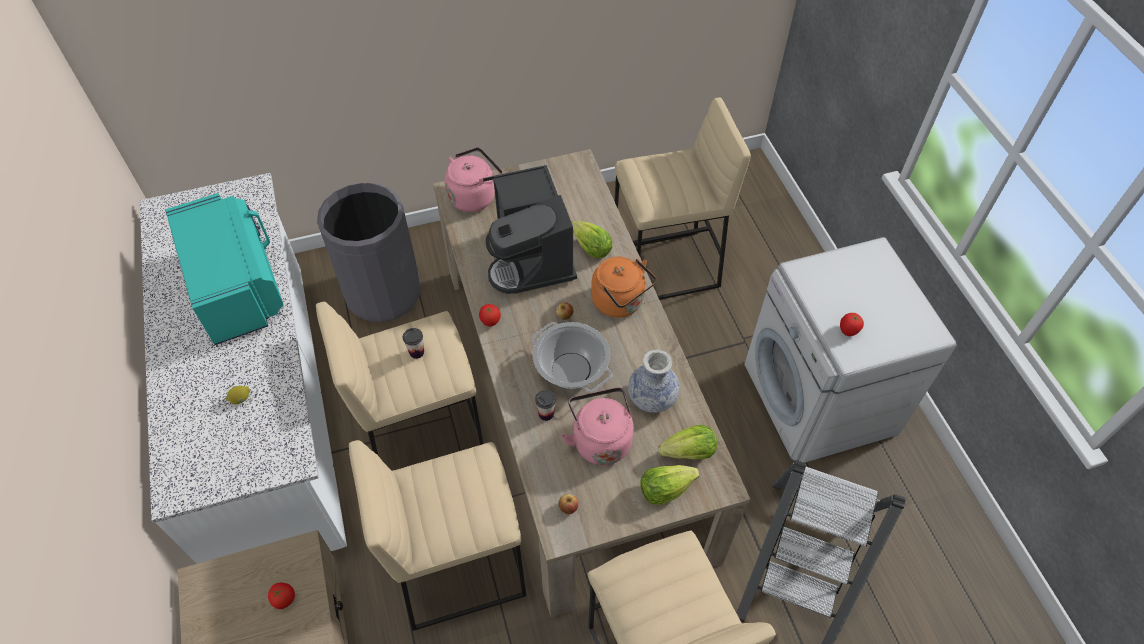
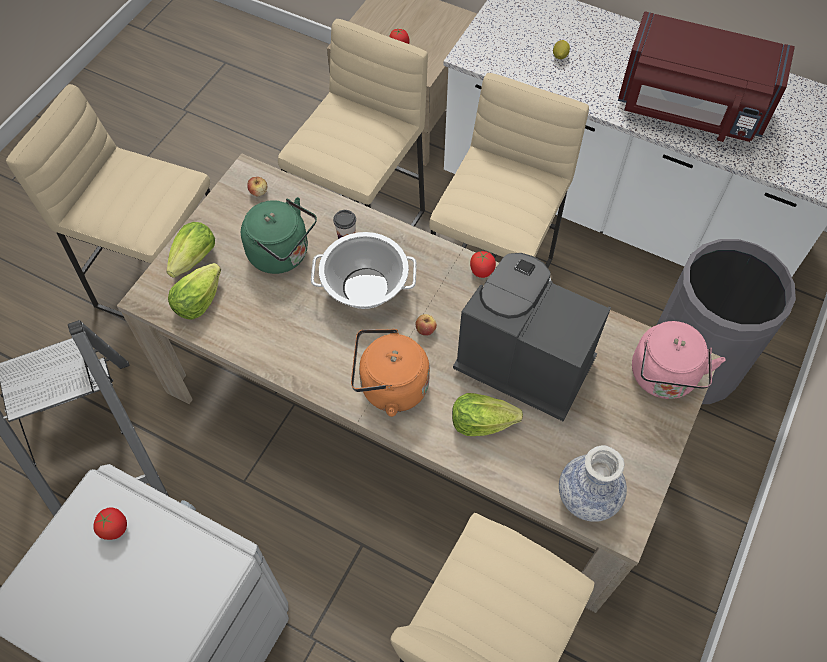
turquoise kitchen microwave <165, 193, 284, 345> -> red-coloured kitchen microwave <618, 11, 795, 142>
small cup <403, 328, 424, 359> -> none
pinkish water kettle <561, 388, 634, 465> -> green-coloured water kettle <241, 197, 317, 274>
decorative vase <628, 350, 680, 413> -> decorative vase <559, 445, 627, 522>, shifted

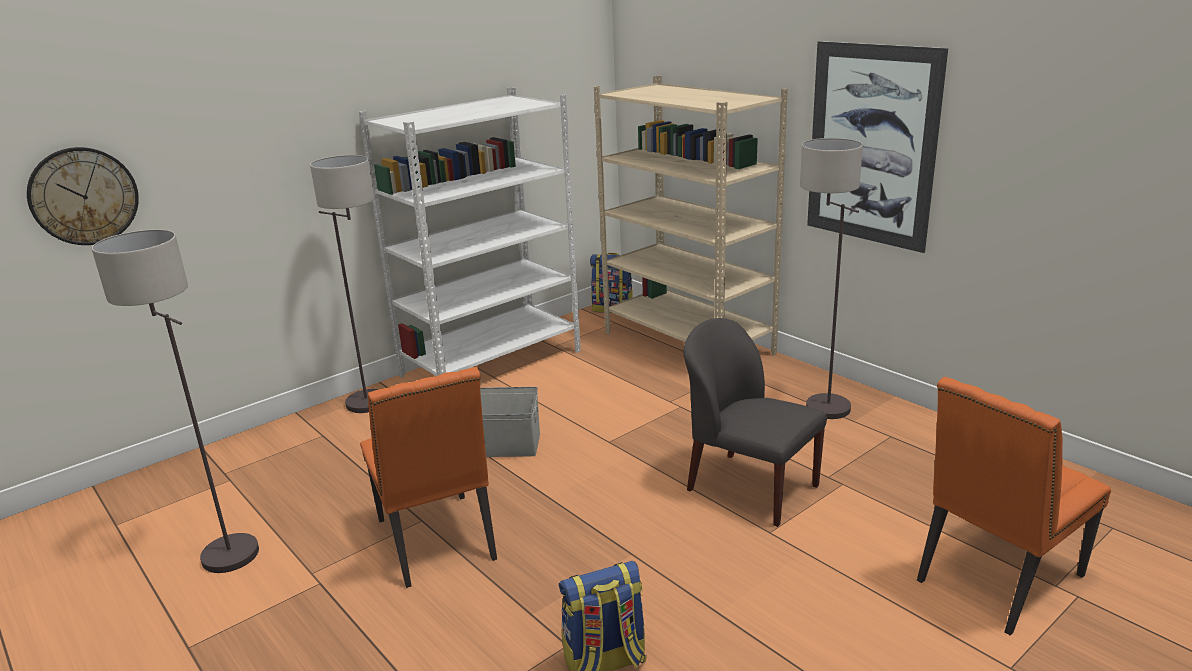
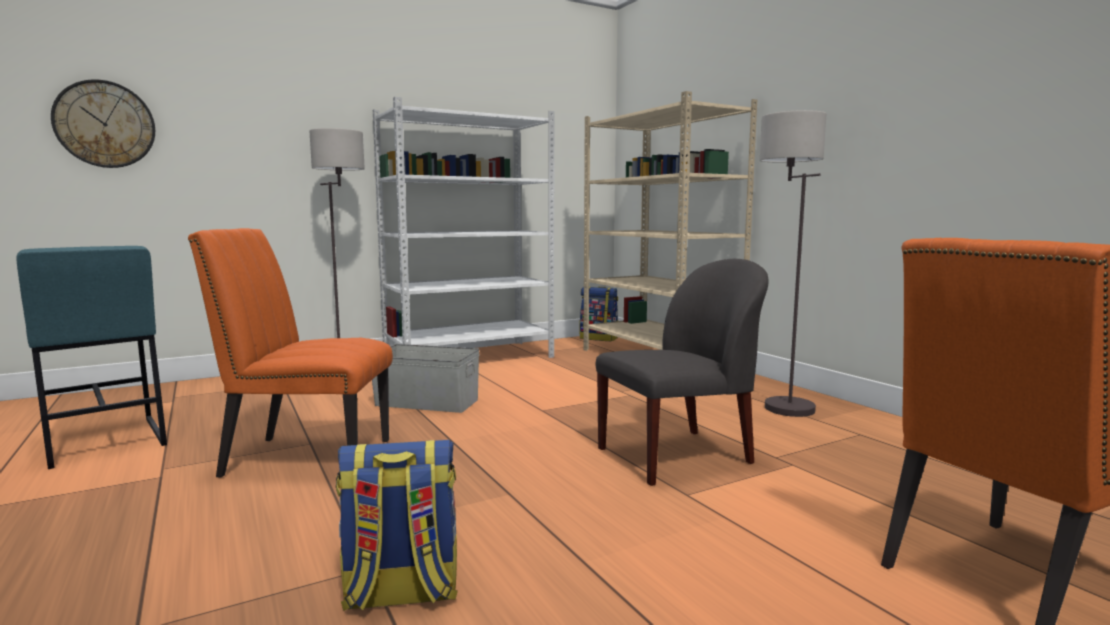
grey standing lamp <92, 229, 259, 573> -> blue stool seat <16, 246, 167, 469>
orangey plain chair <360, 367, 497, 588> -> orangey plain chair <188, 228, 393, 477>, 105 degrees clockwise
grey plain chair <684, 318, 827, 527> -> grey plain chair <596, 259, 769, 486>, 105 degrees clockwise
wall art <807, 41, 948, 253> -> none

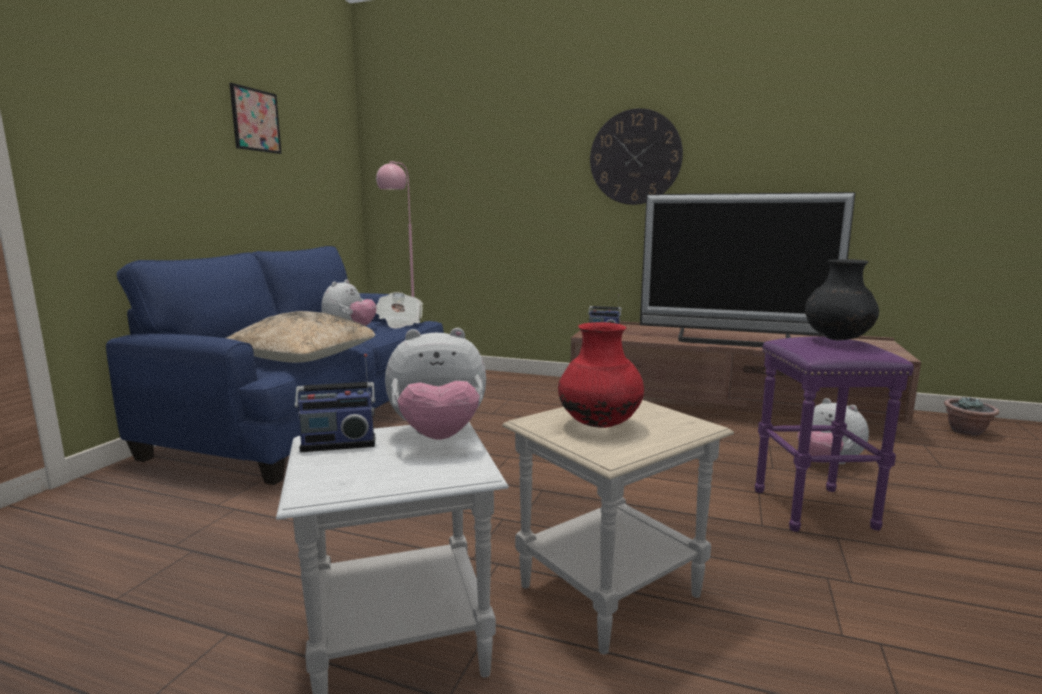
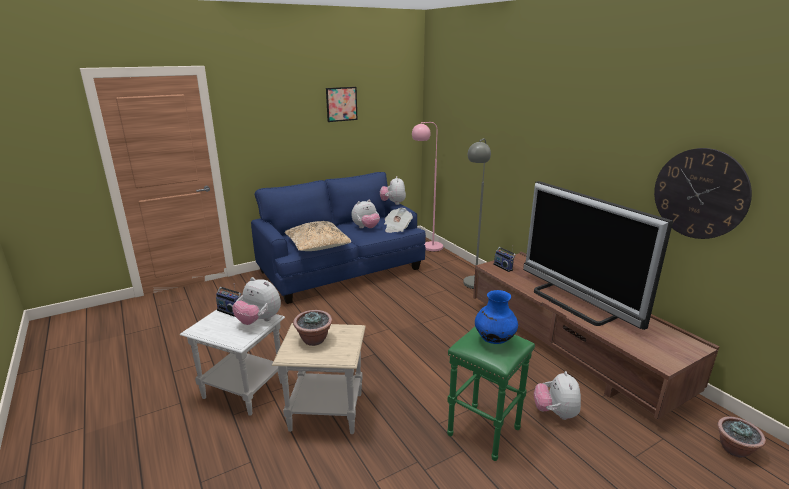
red-coloured decorative vase <558, 322, 644, 428> -> houseplant <293, 310, 332, 346>
hanging clock <590, 108, 683, 205> -> hanging clock <654, 148, 752, 239>, shifted
purple-coloured stool seat <755, 336, 914, 532> -> green-coloured stool seat <447, 327, 535, 461>
black-coloured decorative vase <805, 259, 879, 340> -> blue decorative vase <475, 290, 518, 344>
none -> plush toy <380, 176, 406, 205>
none -> grey standing lamp <463, 138, 491, 289>

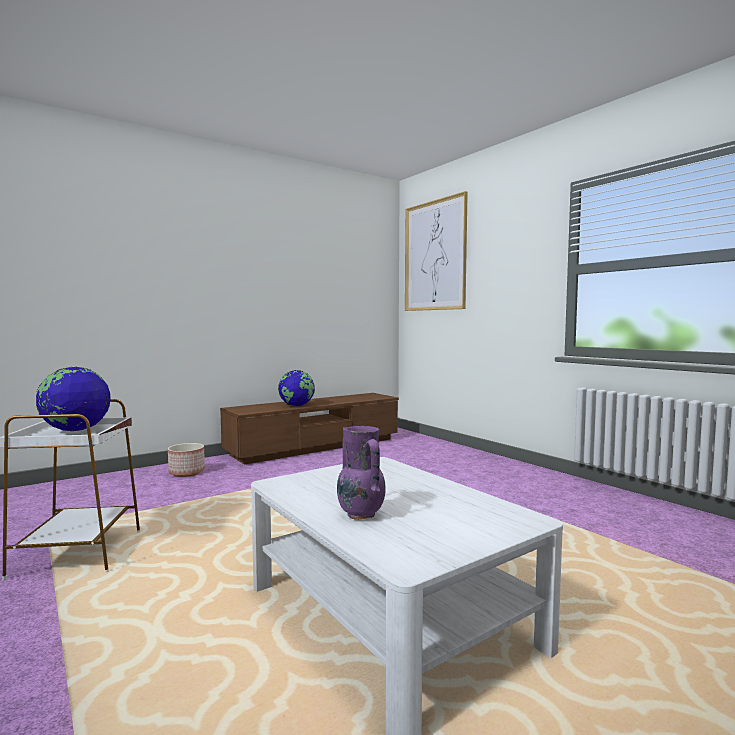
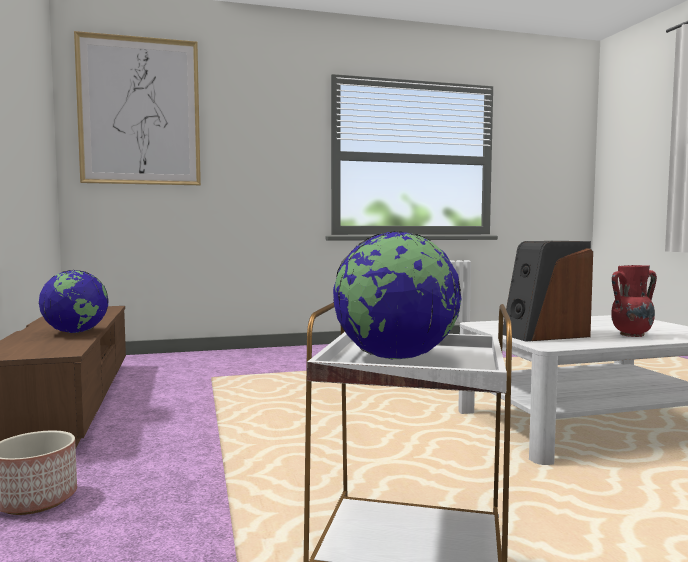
purple-coloured decorative vase <337, 426, 385, 520> -> red-coloured decorative vase <611, 265, 657, 337>
none -> audio speaker <503, 241, 593, 341>

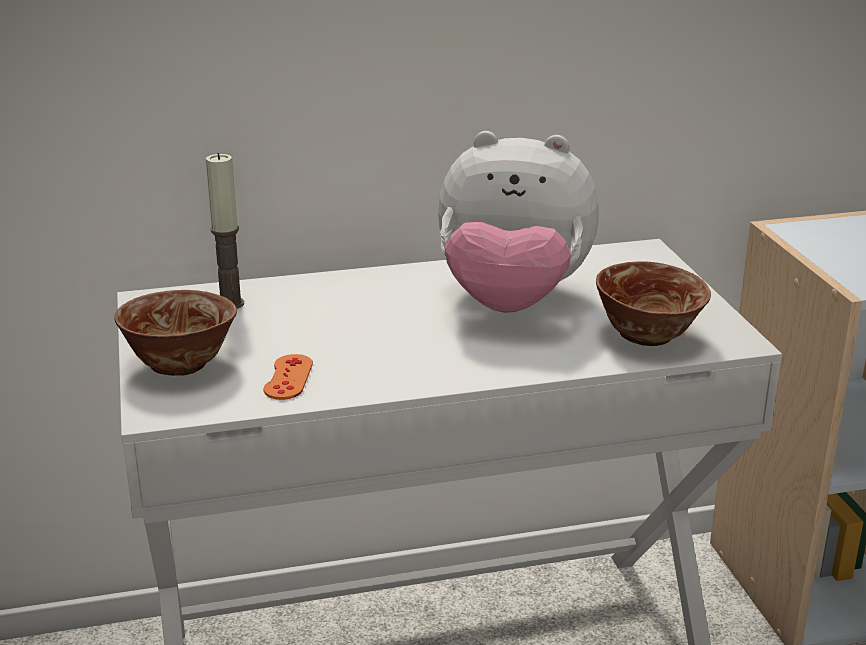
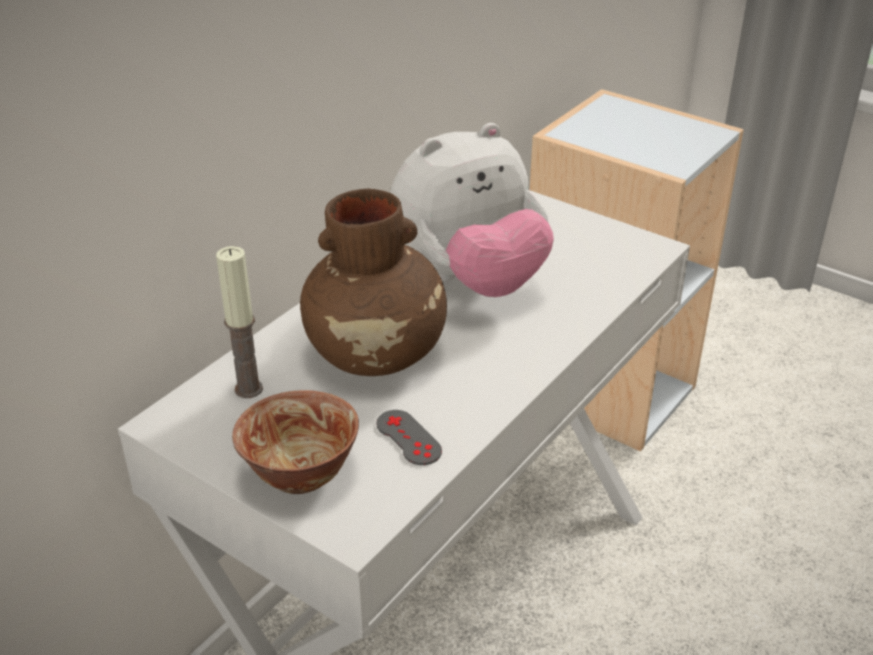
orangey gamepad <264, 354, 313, 400> -> grey gamepad <376, 410, 442, 465>
serving bowl <596, 261, 711, 346> -> none
none -> brown decorative vase <300, 188, 447, 376>

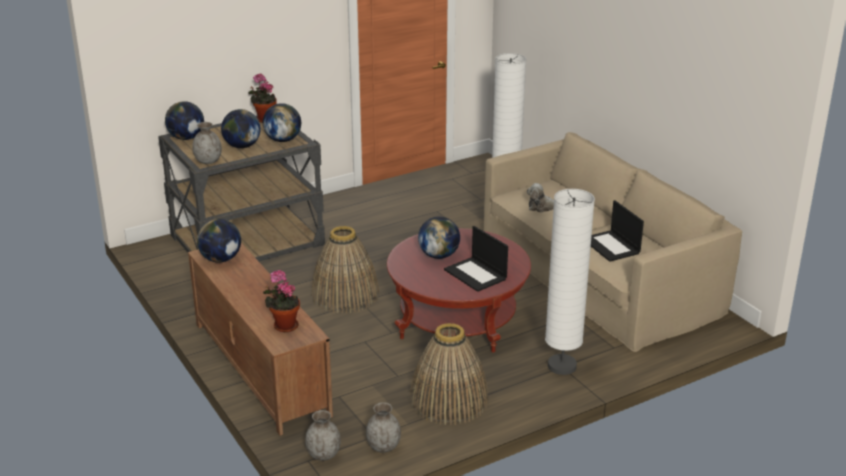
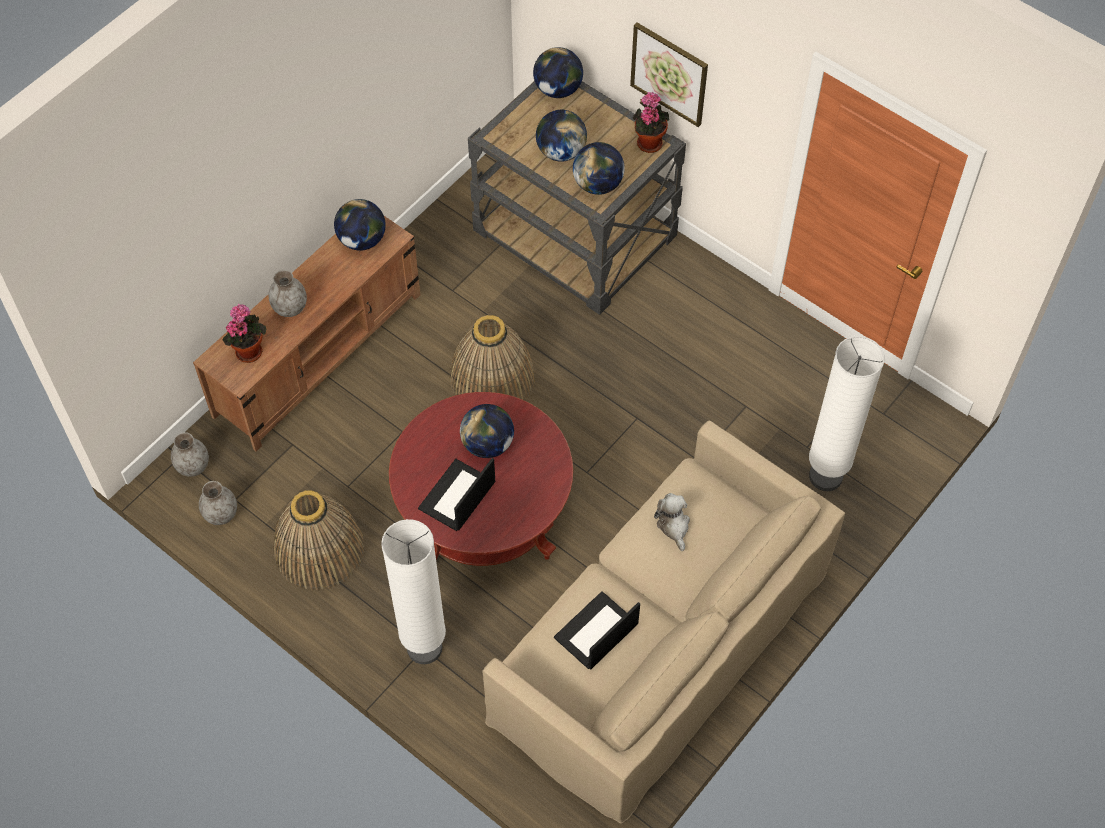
grey decorative vase <192, 122, 222, 164> -> grey decorative vase <269, 270, 307, 317>, shifted
none -> wall art <630, 22, 708, 127>

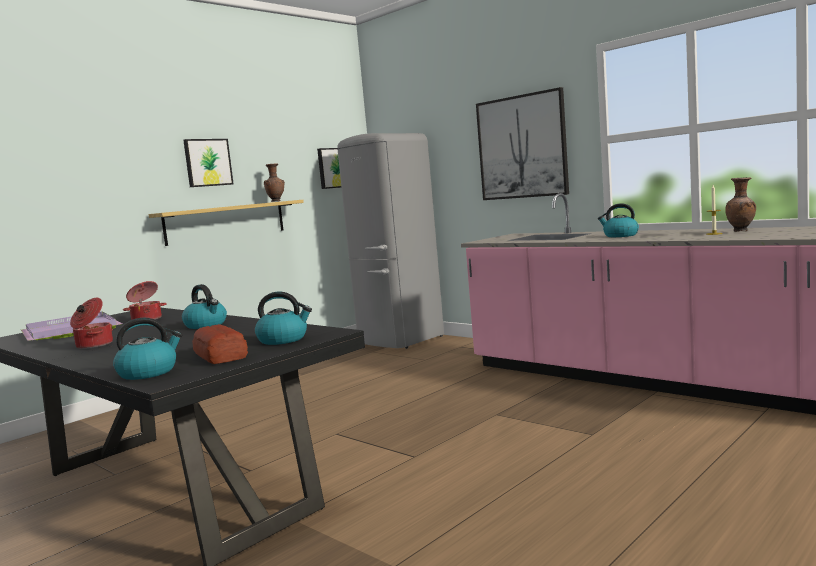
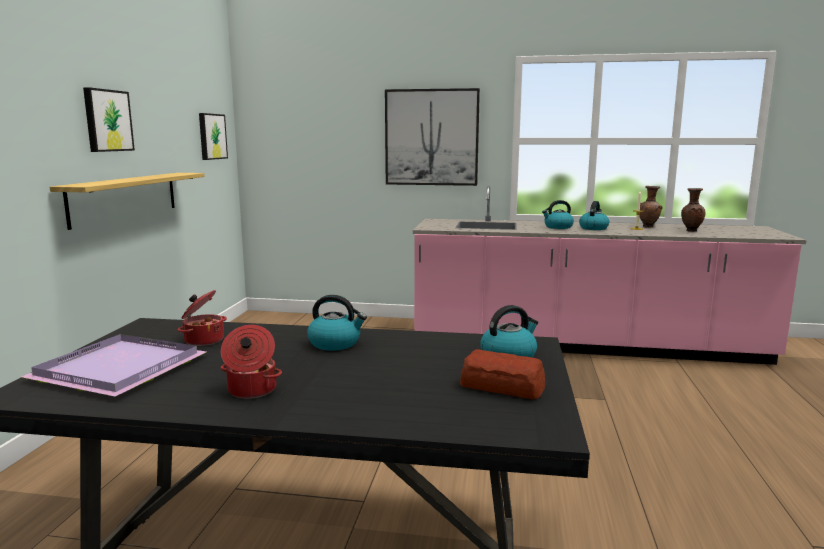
water kettle <113, 318, 182, 380> -> water kettle <579, 201, 609, 230>, shifted
brown decorative vase <264, 164, 285, 202> -> brown decorative vase <681, 188, 706, 232>, shifted
grey refrigerator <337, 133, 444, 349> -> none

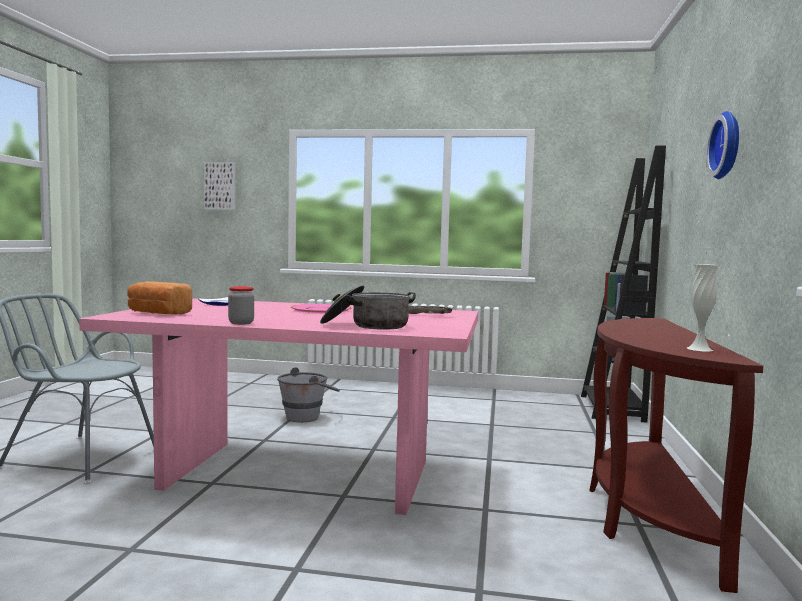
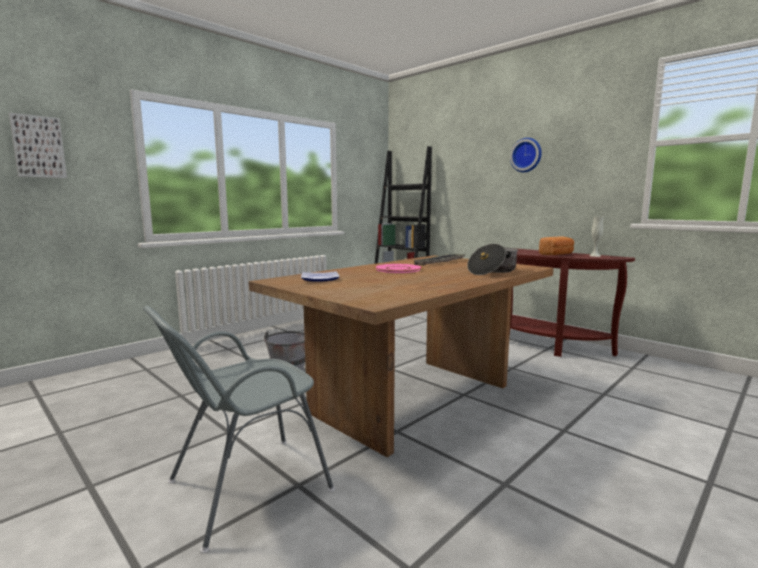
pinkish kitchen table <79, 298, 478, 515> -> brown kitchen table <249, 255, 554, 457>
bread <127, 281, 192, 315> -> bread <539, 236, 574, 255>, shifted
jar <228, 286, 254, 325> -> none

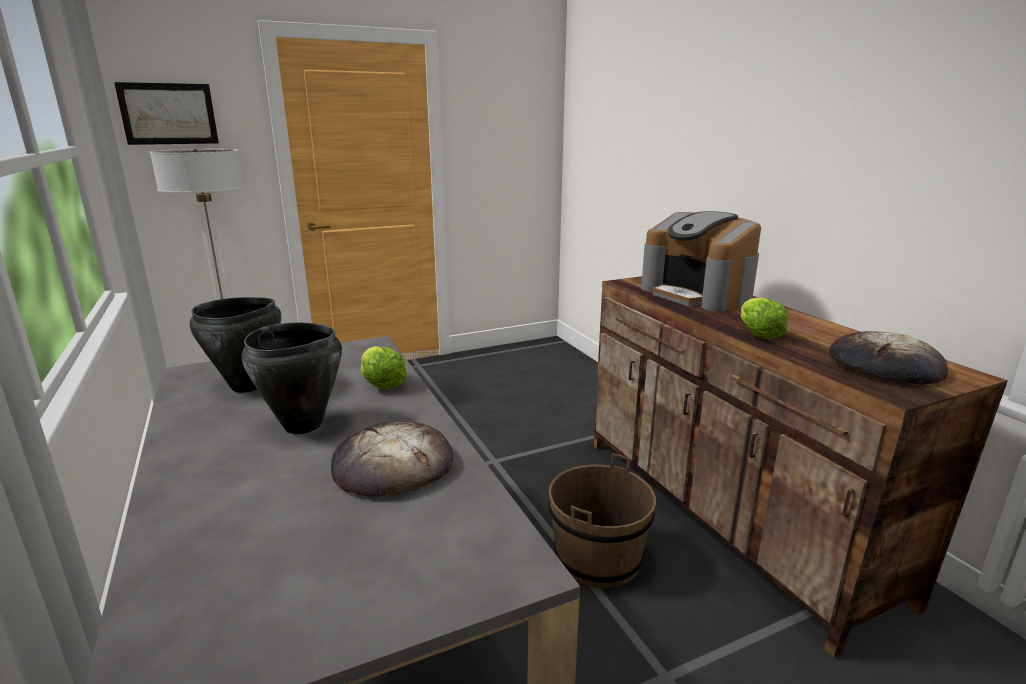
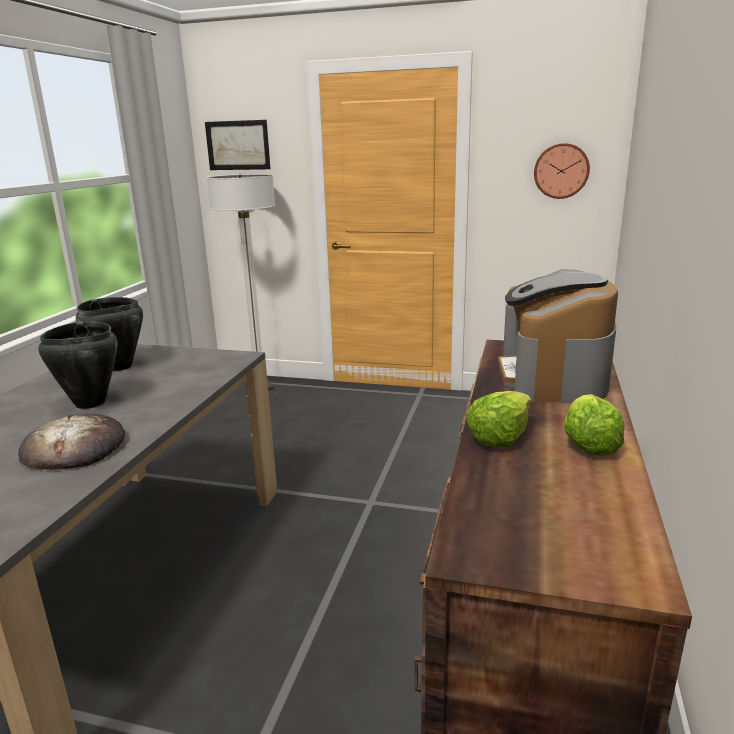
head of lettuce <361, 346, 407, 389> -> head of lettuce <564, 394, 625, 456>, shifted
brown bucket <548, 453, 656, 588> -> none
bread <829, 331, 948, 385> -> none
none -> hanging clock <534, 143, 590, 199>

